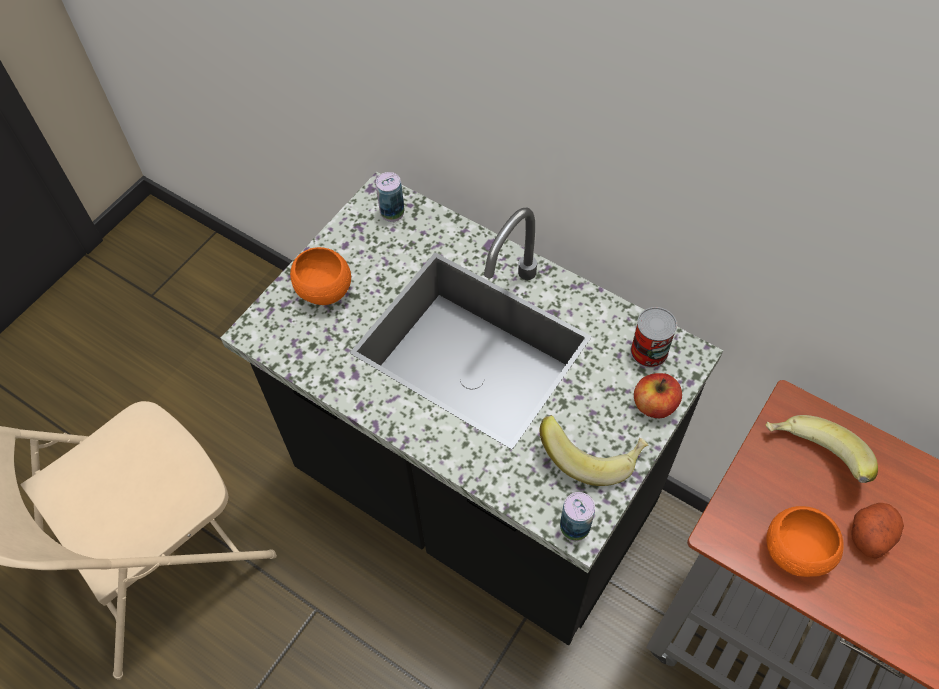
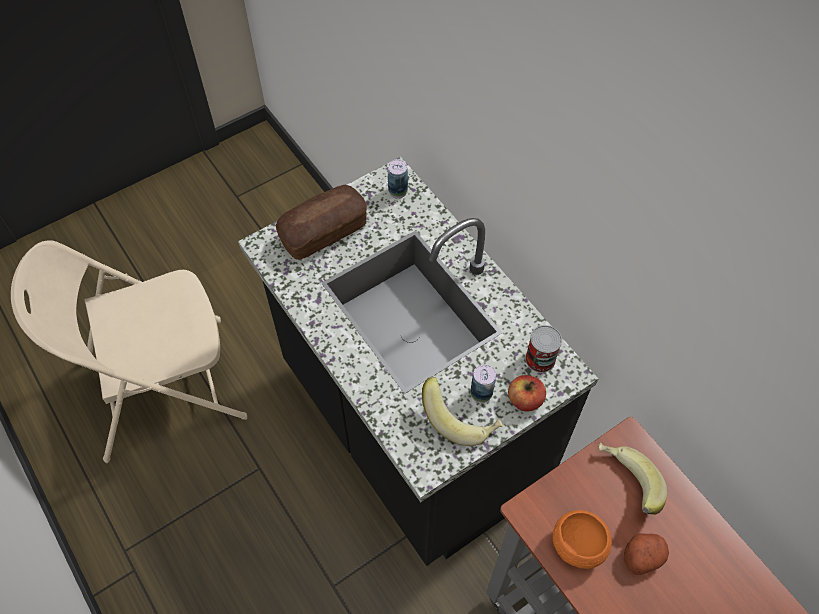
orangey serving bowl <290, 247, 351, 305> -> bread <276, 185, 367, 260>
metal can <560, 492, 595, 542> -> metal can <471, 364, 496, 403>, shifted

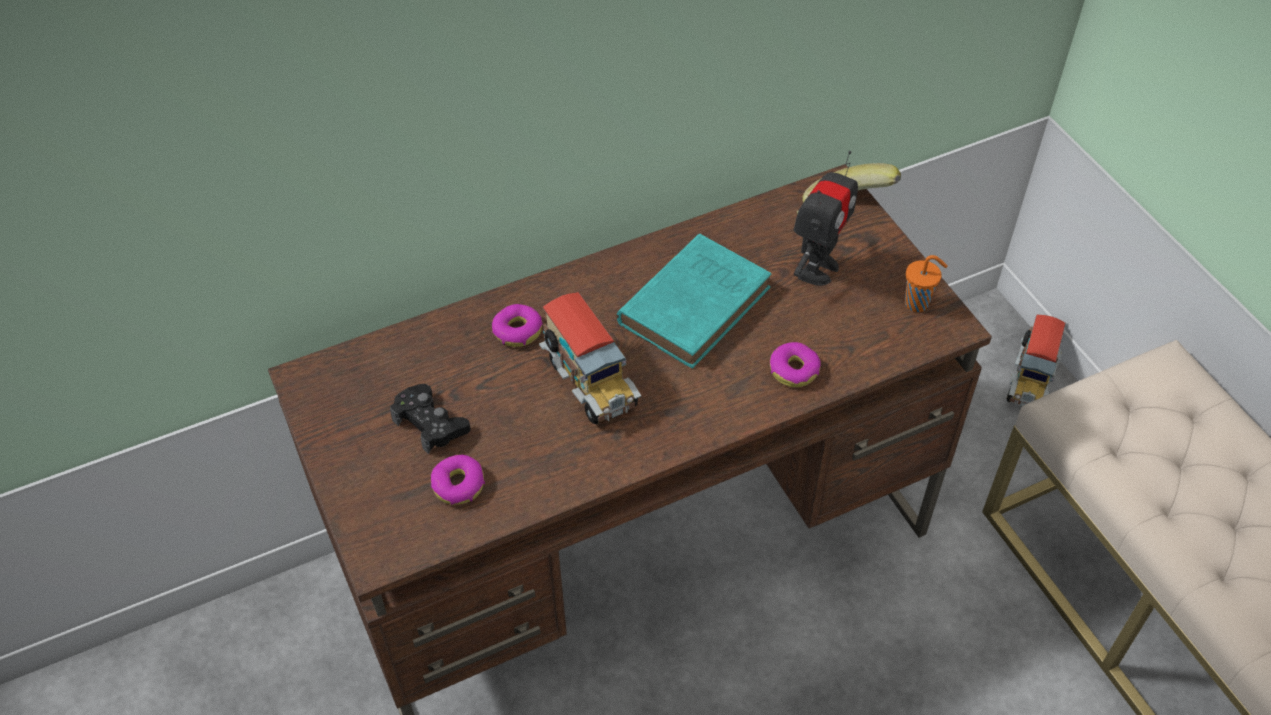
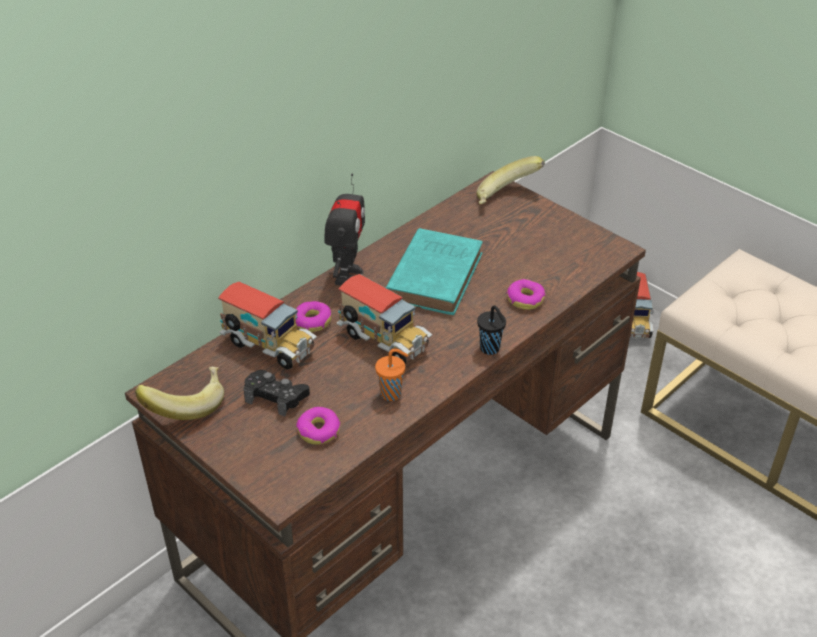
model robot <794, 151, 858, 286> -> model robot <324, 174, 365, 285>, shifted
orangey small cup <905, 255, 948, 312> -> orangey small cup <375, 349, 408, 401>, shifted
none -> banana fruit <135, 367, 224, 420>
none -> toy lorry <218, 281, 317, 370>
none -> black-coloured small cup <477, 305, 506, 355>

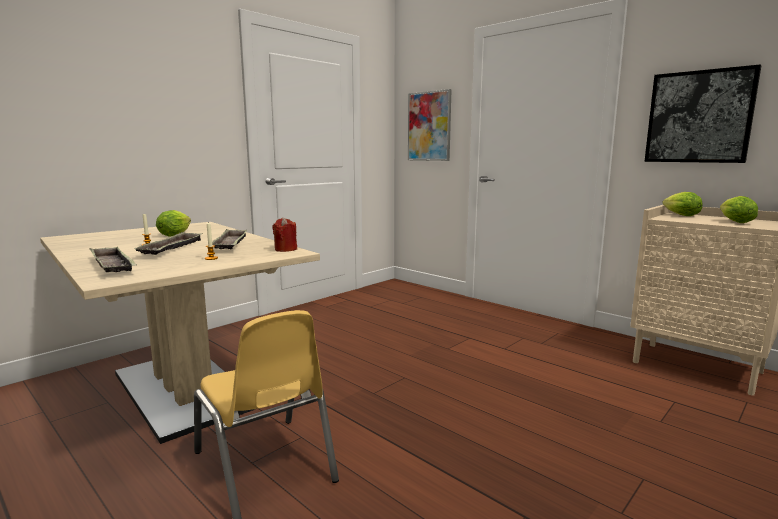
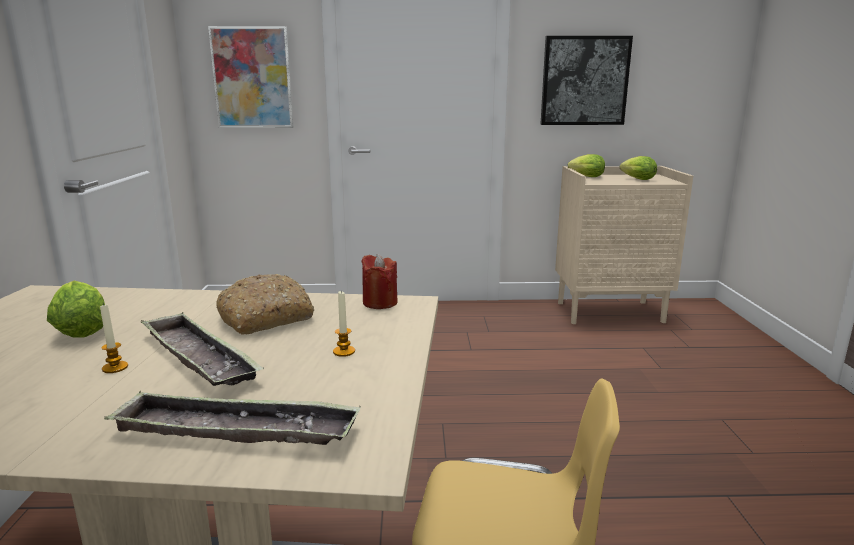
tray <212, 229, 247, 249> -> bread <216, 274, 314, 334>

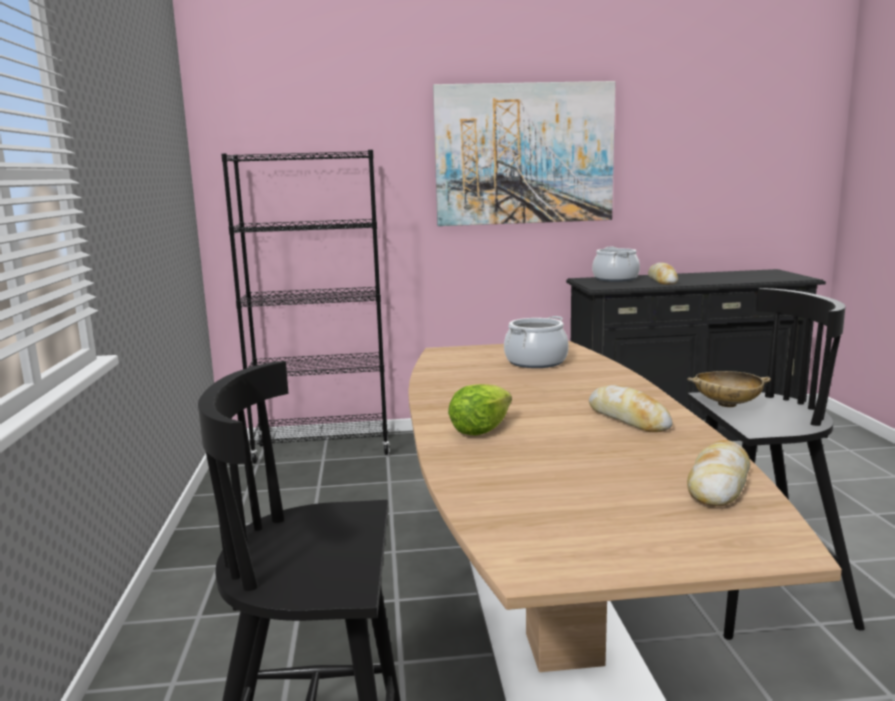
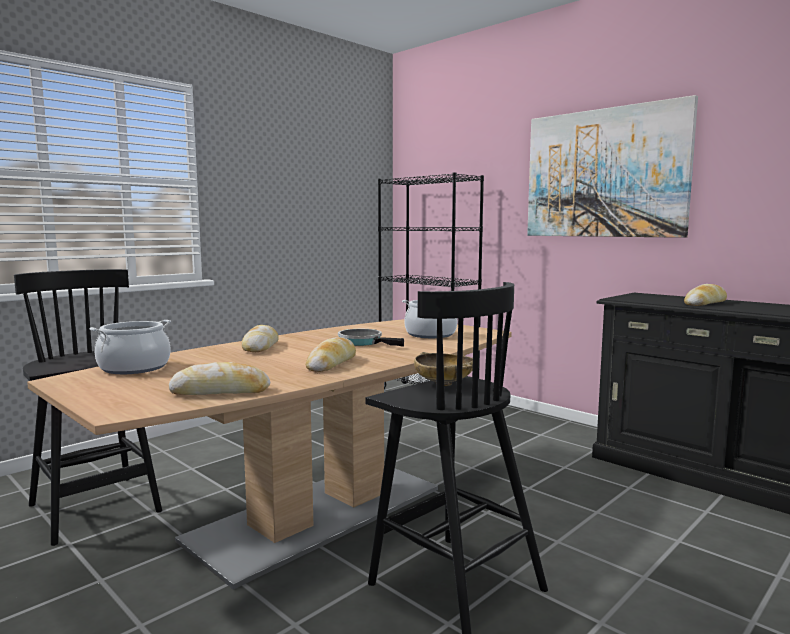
head of lettuce <448, 384, 512, 435> -> bread <242, 325, 279, 352>
stockpot <592, 247, 640, 282> -> stockpot <89, 320, 171, 374>, shifted
none -> pan <338, 329, 404, 347>

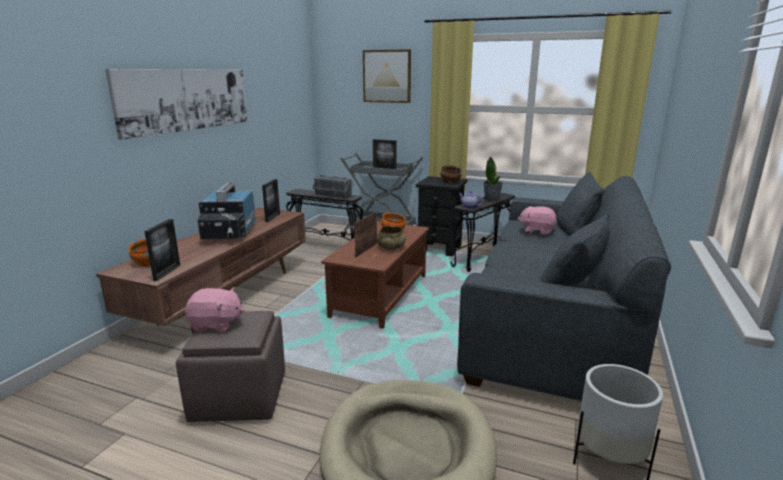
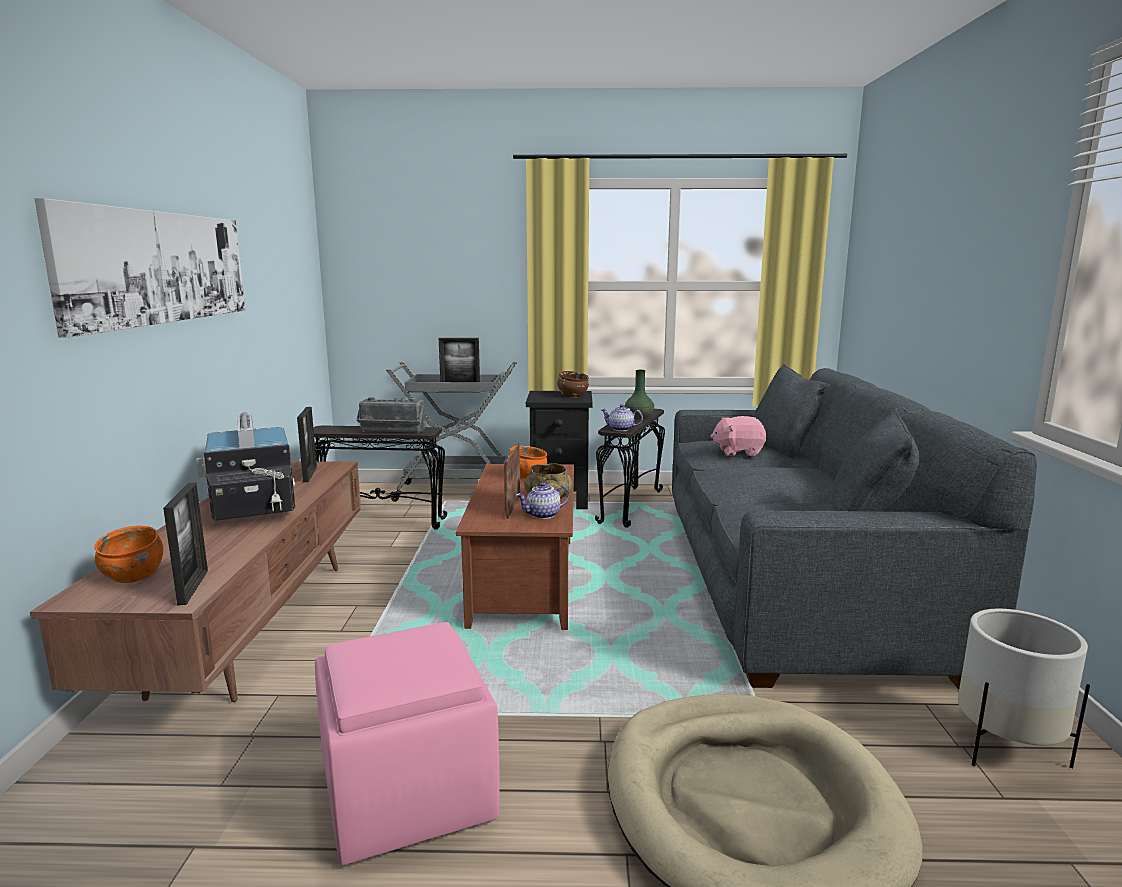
brown pouffe <176, 311, 285, 422> -> pinkish pouffe <315, 622, 500, 865>
pinkish plush toy <185, 287, 244, 333> -> none
wall art <363, 49, 411, 103> -> none
houseplant <483, 156, 503, 202> -> green-coloured decorative vase <625, 370, 654, 419>
none -> pot for tea <516, 482, 570, 519>

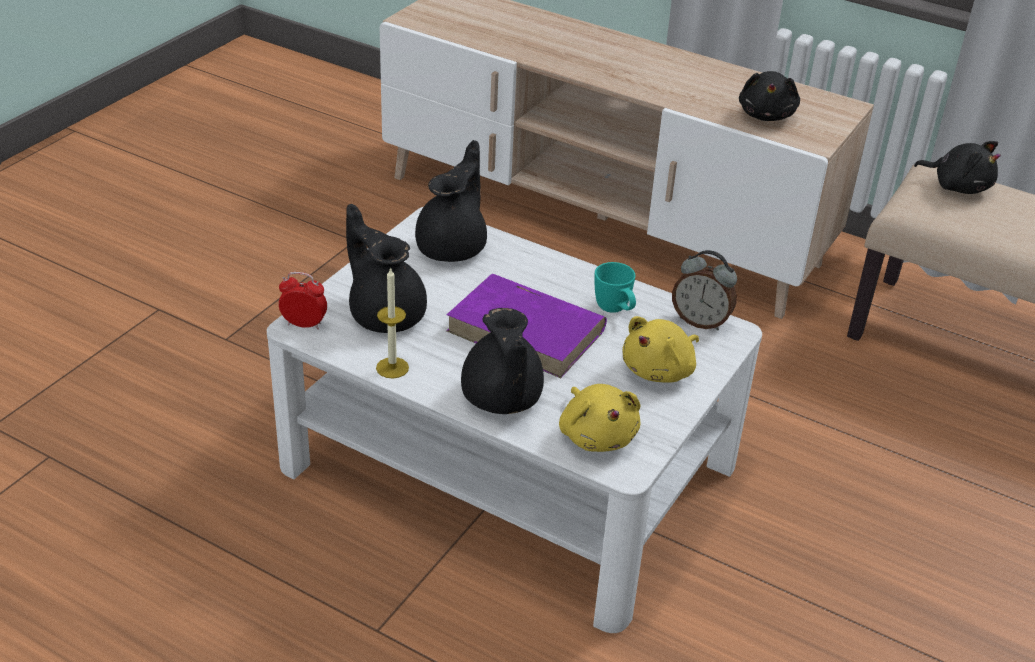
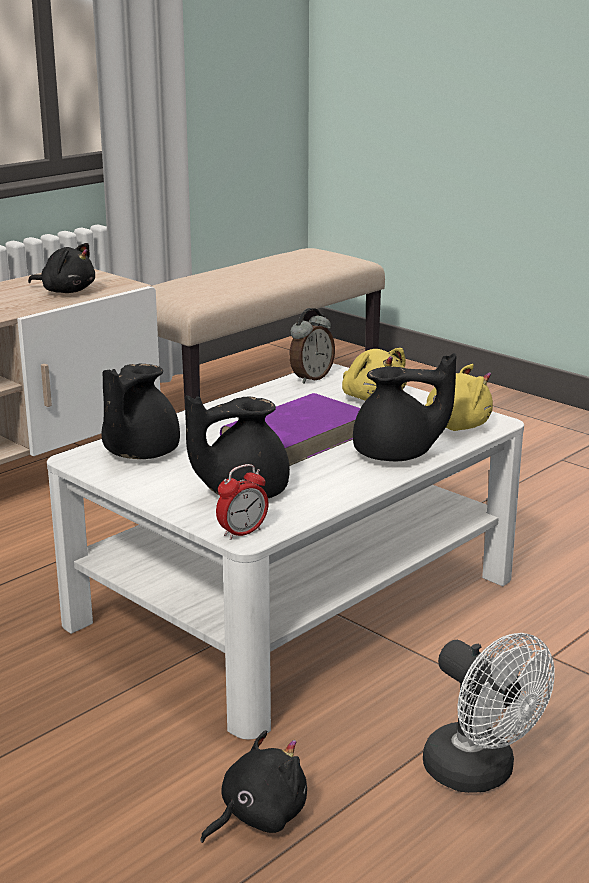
alarm clock <279, 272, 327, 329> -> alarm clock <216, 464, 268, 540>, 150 degrees counterclockwise
candle <376, 267, 409, 378> -> none
black-coloured pot for tea <415, 140, 487, 262> -> black-coloured pot for tea <101, 364, 180, 459>, 105 degrees counterclockwise
turquoise tea mug <595, 262, 636, 313> -> none
black-coloured plush toy <914, 141, 1001, 194> -> black-coloured plush toy <200, 730, 307, 843>, shifted
none -> white-coloured fan <423, 633, 555, 793>

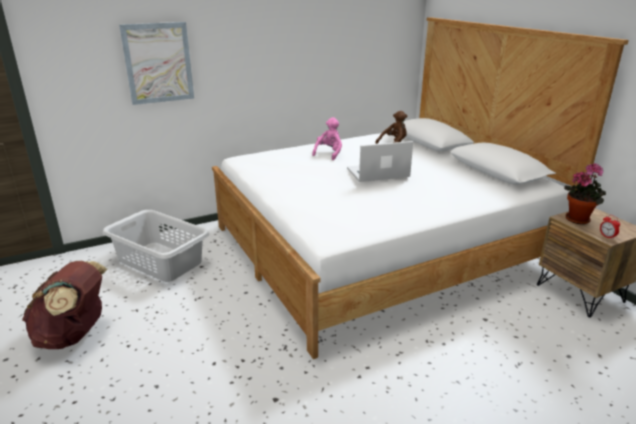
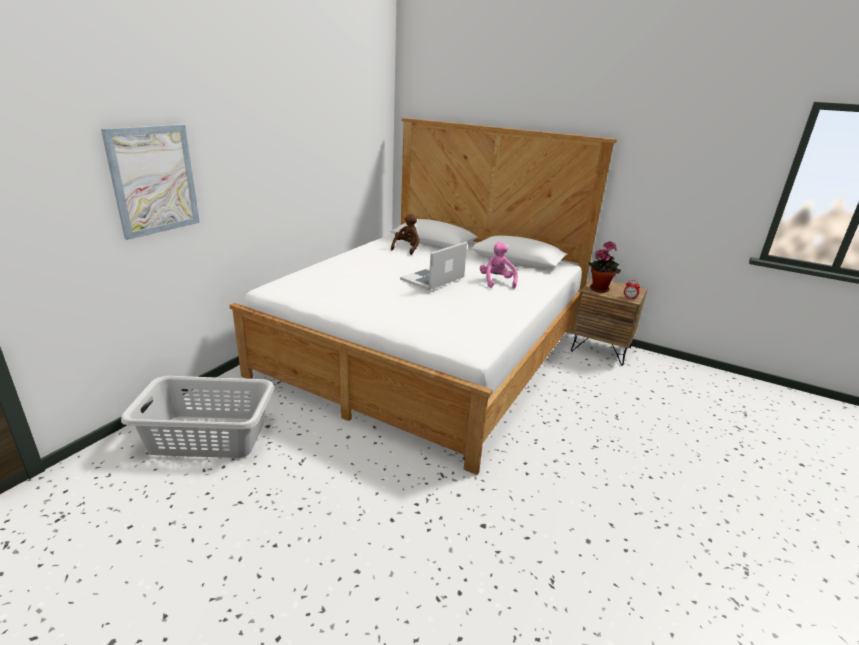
brown backpack <22, 261, 107, 349> -> none
pinkish plush toy <312, 117, 342, 160> -> pinkish plush toy <480, 242, 518, 289>, shifted

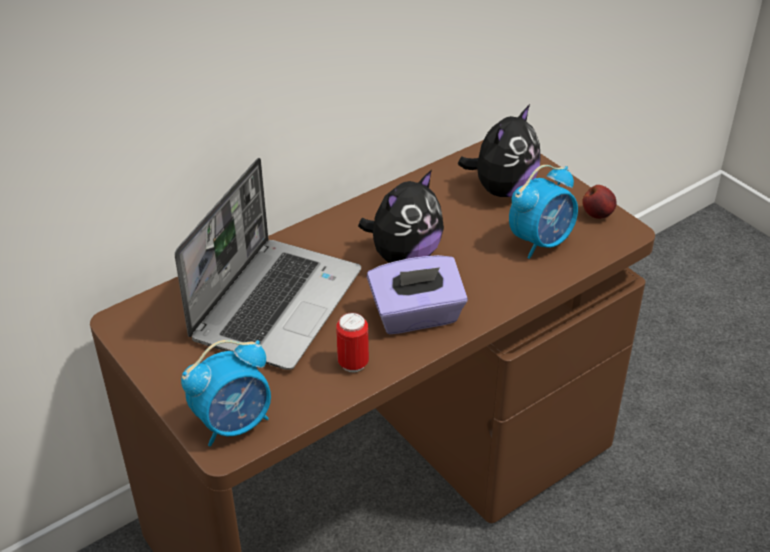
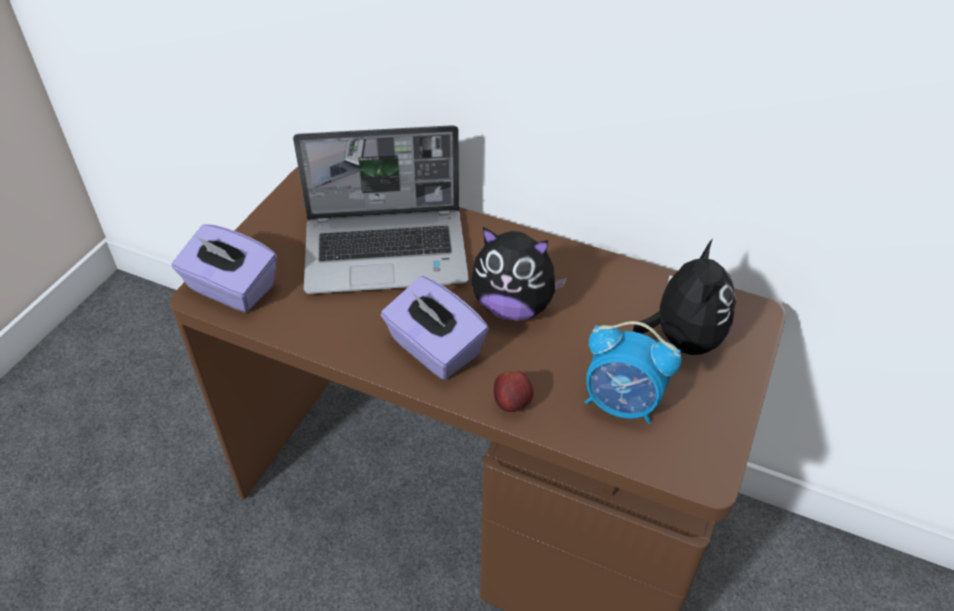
alarm clock <181, 340, 271, 447> -> purple-coloured box of tissues <172, 224, 277, 312>
metal can <336, 312, 369, 372> -> none
plush toy <458, 104, 541, 197> -> plush toy <633, 240, 736, 355>, 90 degrees counterclockwise
apple fruit <582, 185, 617, 219> -> apple fruit <494, 371, 534, 412>, shifted

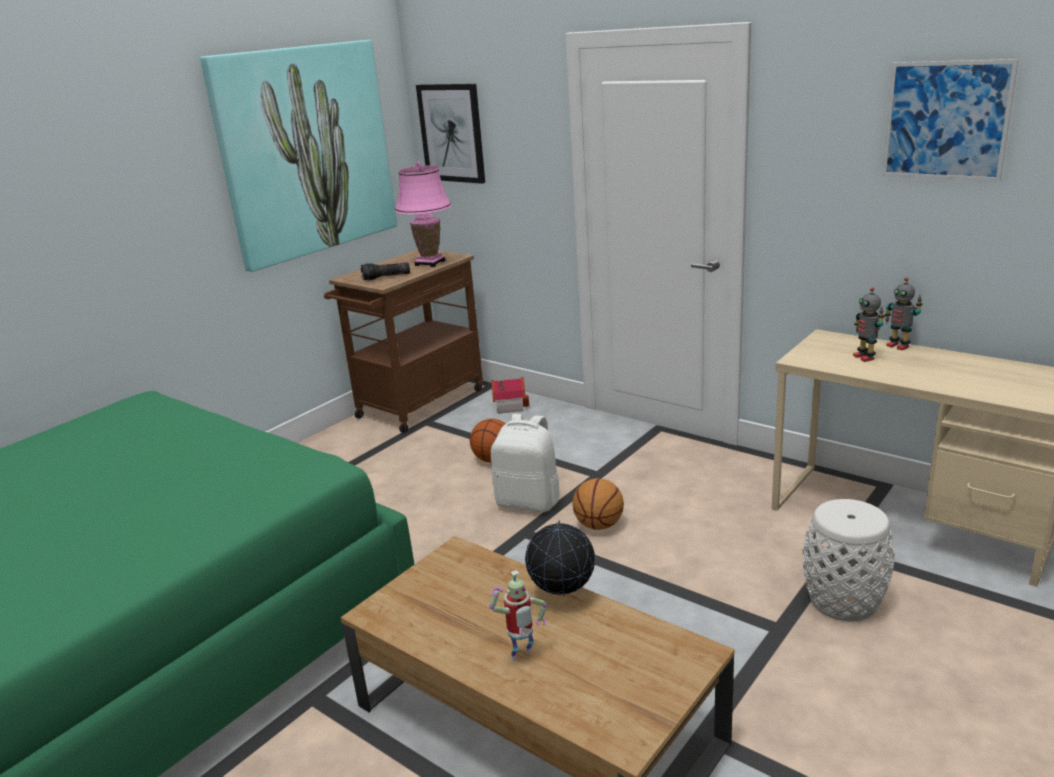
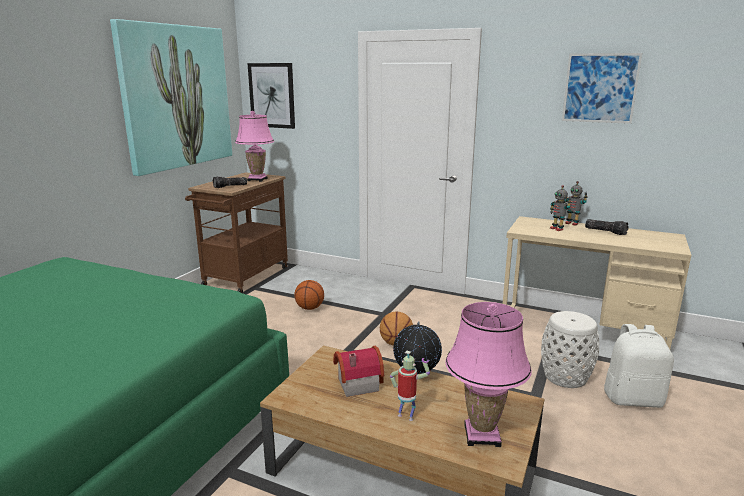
model robot <490, 570, 547, 660> -> model robot <390, 351, 430, 421>, 105 degrees counterclockwise
toy house <491, 377, 529, 414> -> toy house <333, 346, 384, 397>, shifted
white-coloured backpack <491, 414, 560, 512> -> white-coloured backpack <604, 324, 674, 408>, shifted
none -> pinkish tabletop lamp <445, 302, 532, 447>
none -> hand torch <585, 219, 629, 235>

